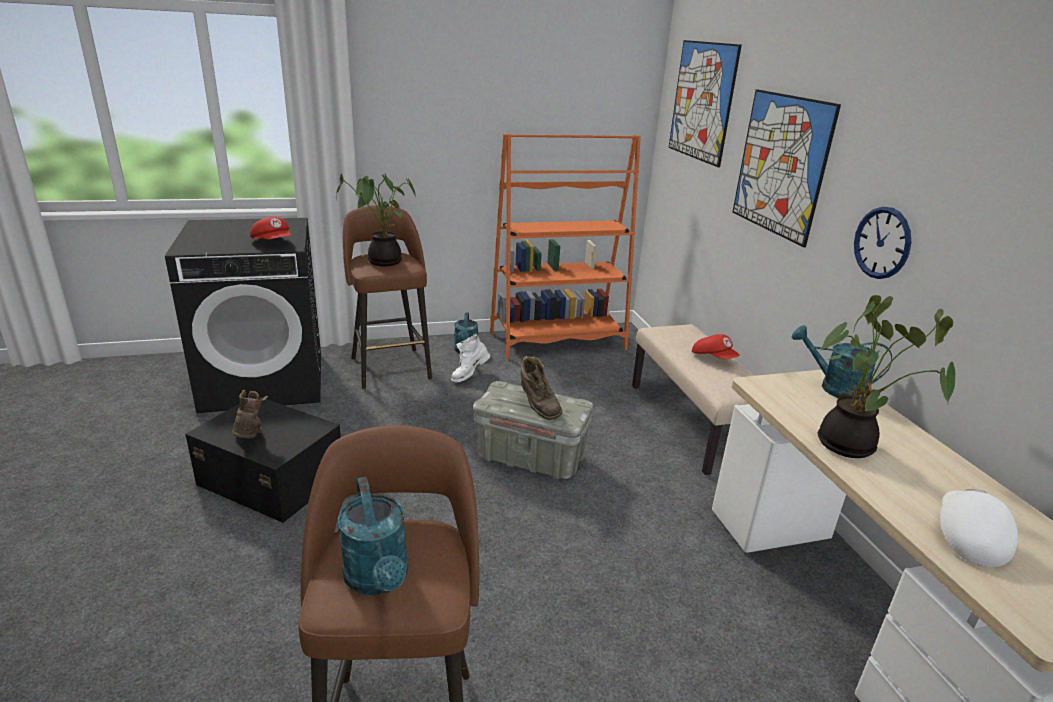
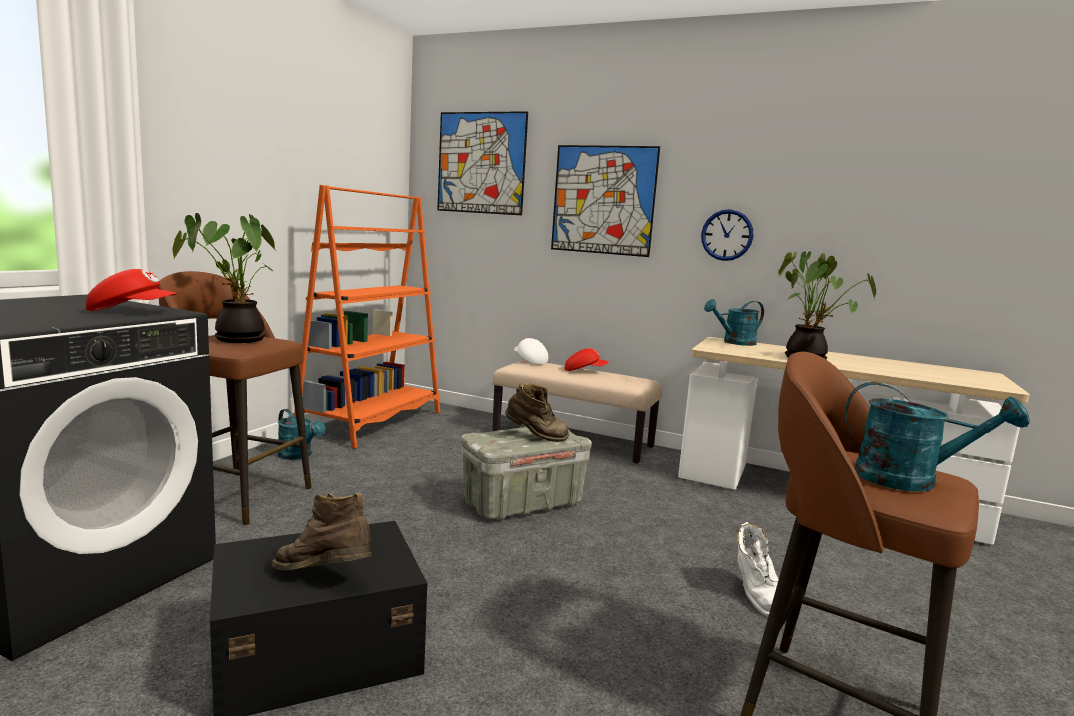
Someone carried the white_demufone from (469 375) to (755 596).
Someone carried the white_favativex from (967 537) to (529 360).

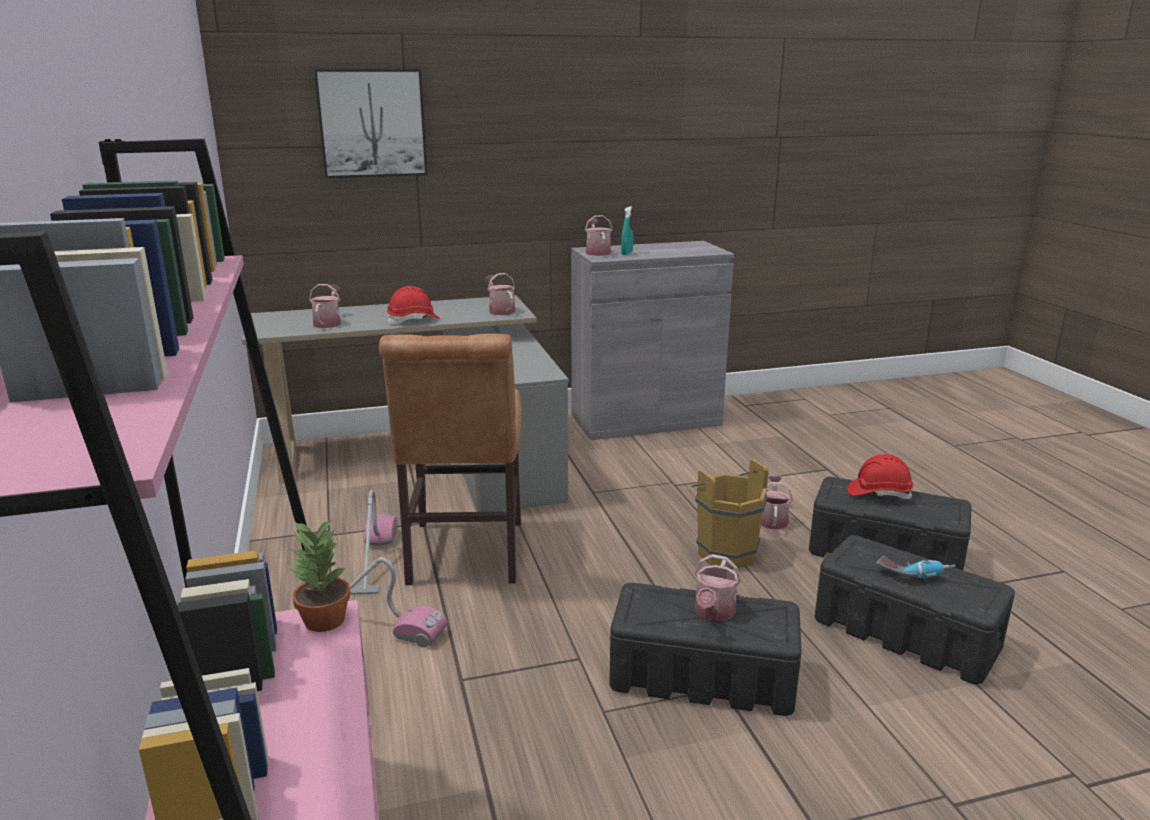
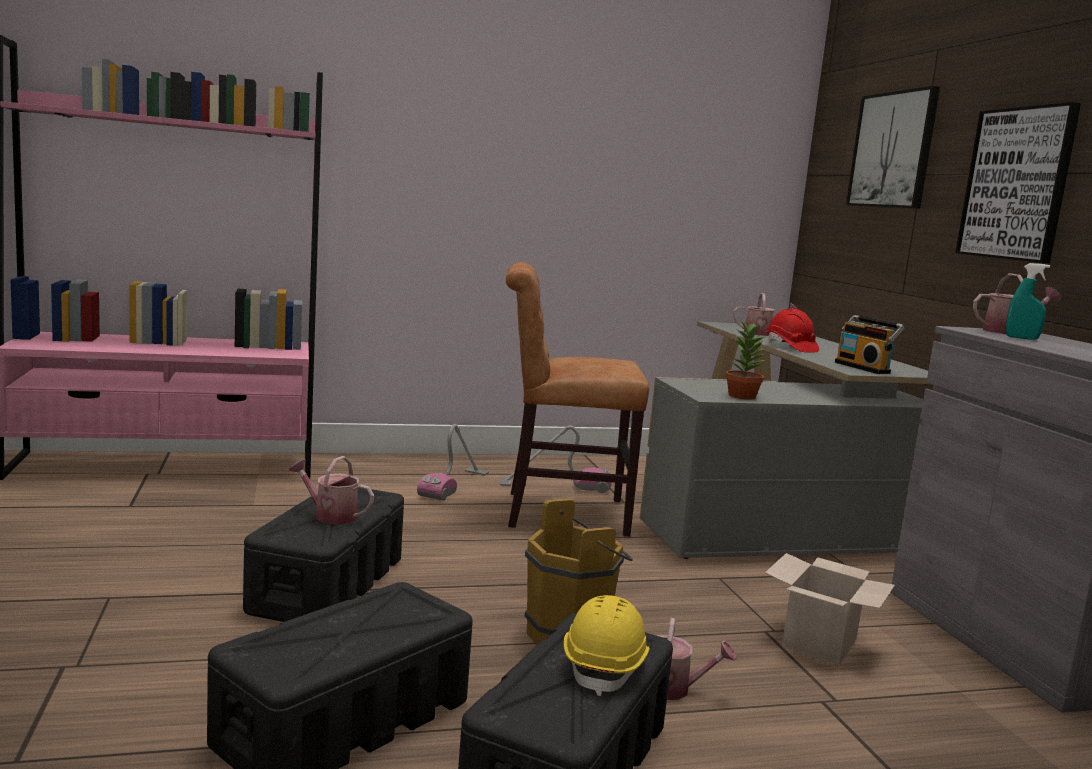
Someone carried the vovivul from (323 620) to (741 396).
Someone swapped the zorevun at (500 310) for the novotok at (864 368).
Someone repainted the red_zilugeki at (879 493), which became the yellow_zilugeki at (605 666).
Someone took away the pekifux at (914 573).
Someone put down the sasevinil at (820 644).
Someone put up the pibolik at (1017 184).

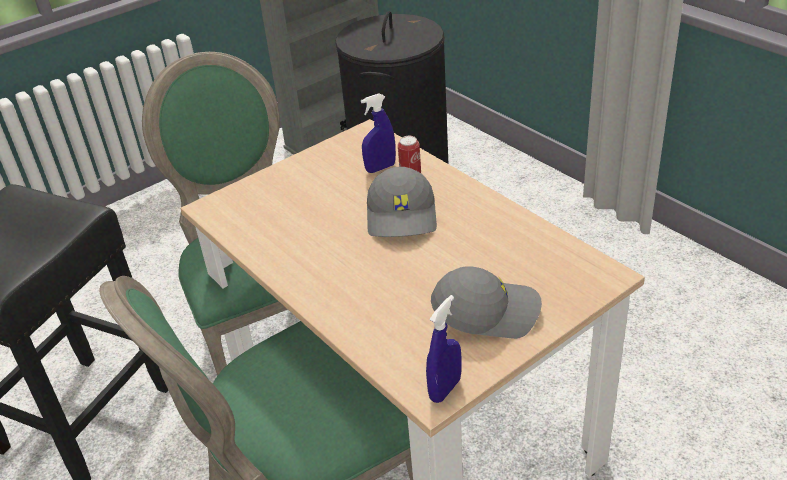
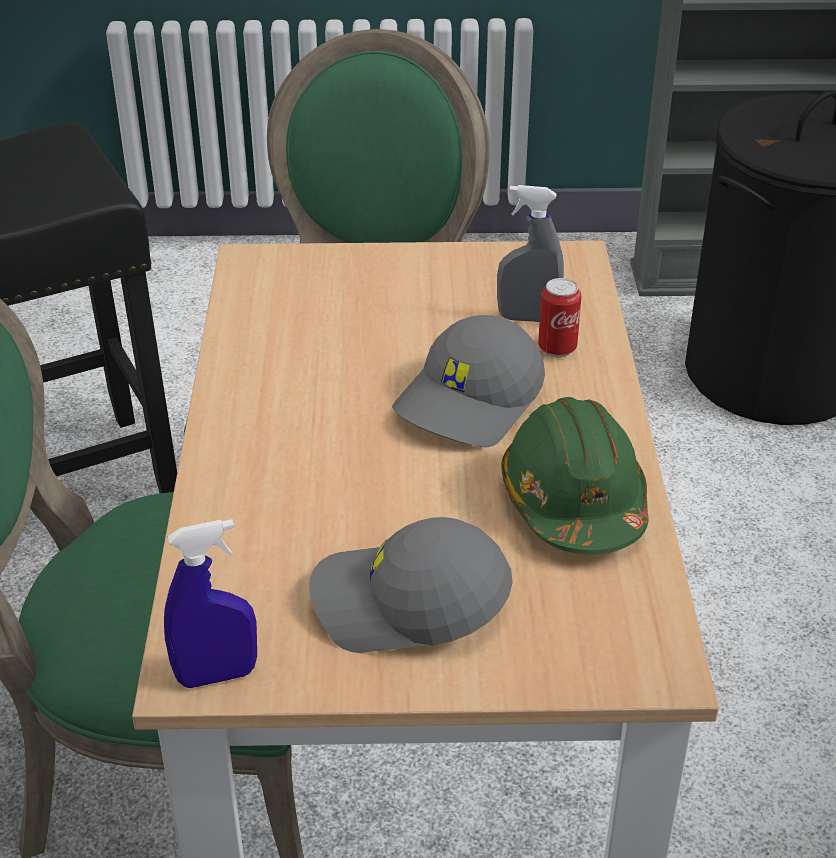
Someone repainted the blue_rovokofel at (380 168), which became the grey_rovokofel at (527 318).
Someone rotated the grey_favativex at (486 311) by 150 degrees clockwise.
Someone put down the green_zilugeki at (573 501).

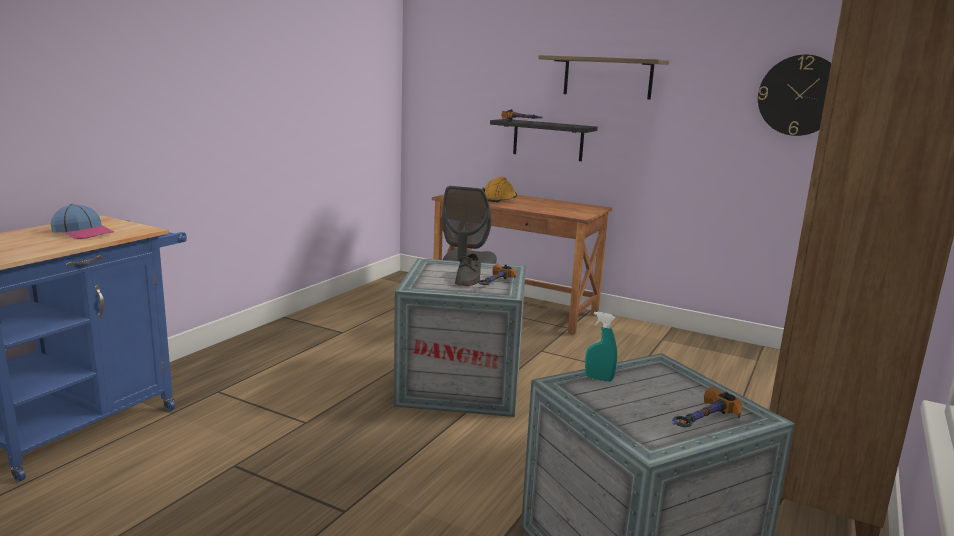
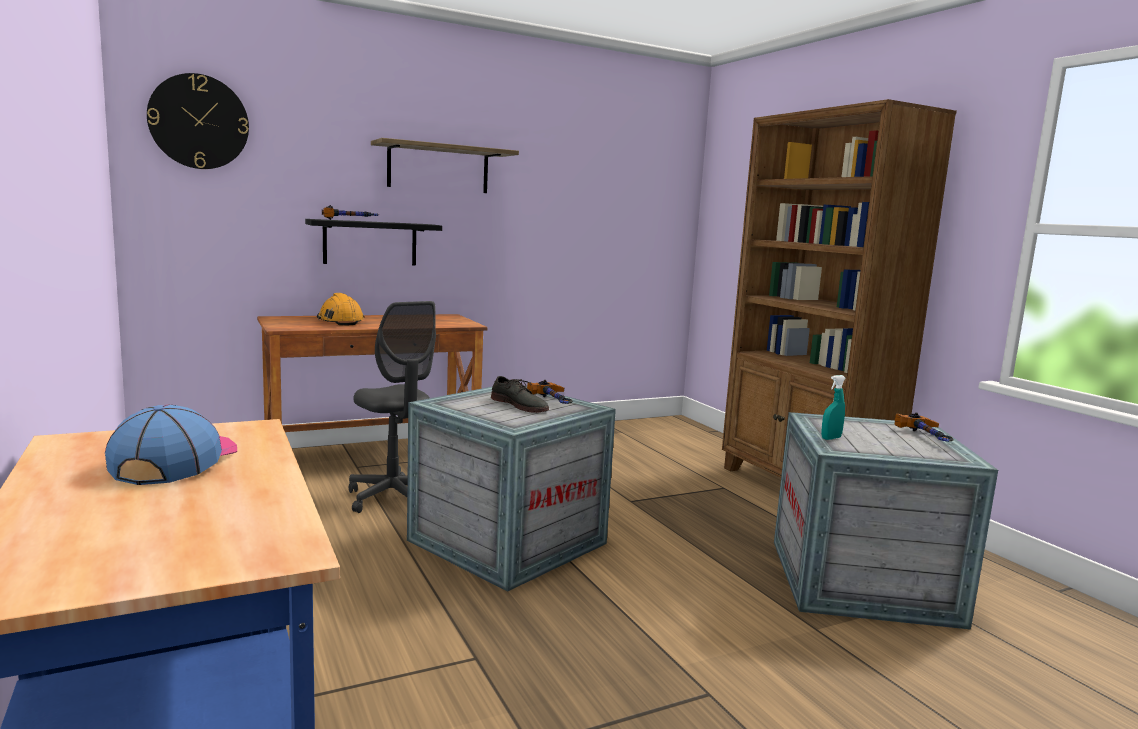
Someone rotated the favativex at (83 232) by 60 degrees counterclockwise.
Someone carried the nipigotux from (800 95) to (199 122).

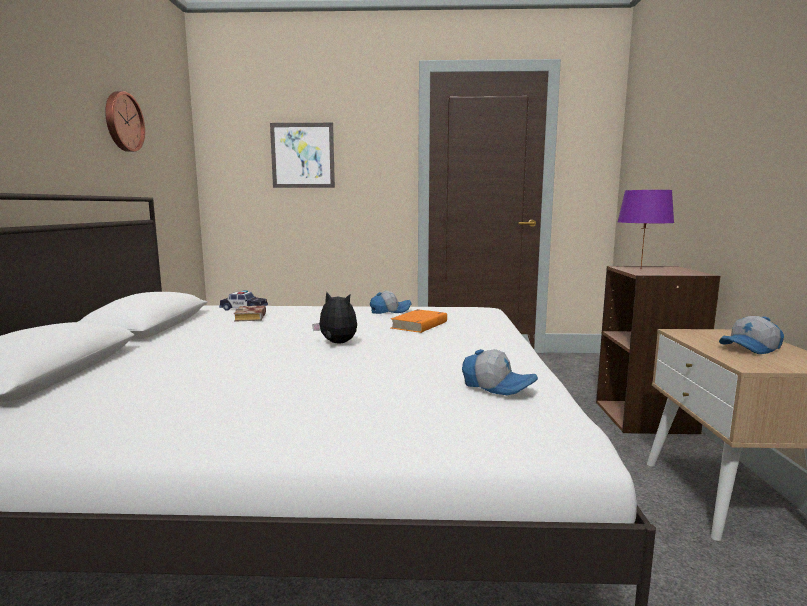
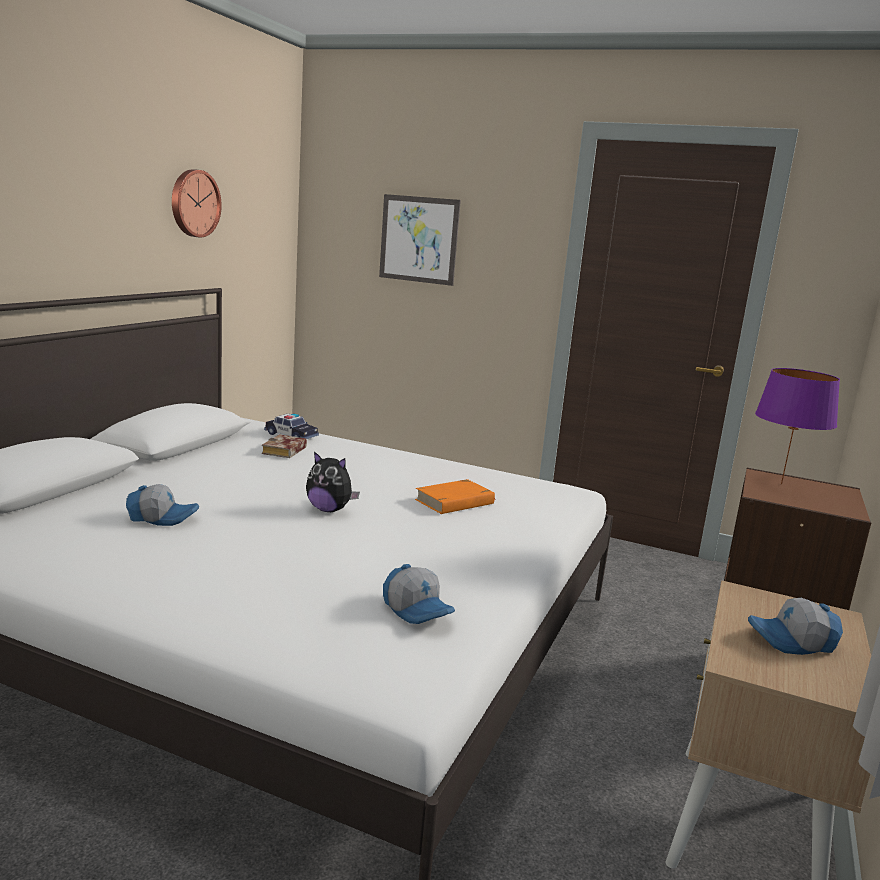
Someone rotated the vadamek at (336 343) by 150 degrees clockwise.
Someone carried the favativex from (390 311) to (162 517).

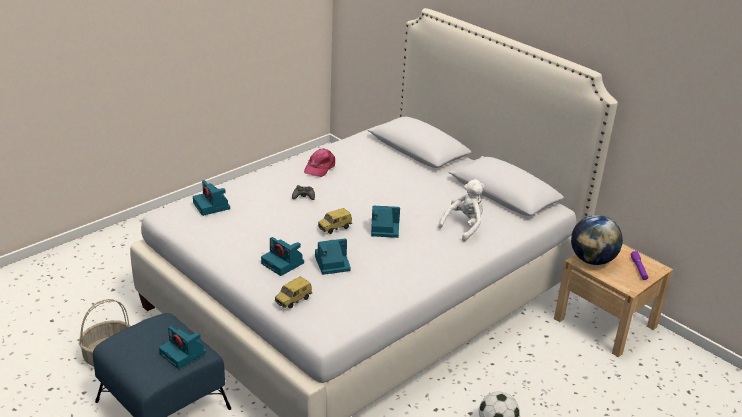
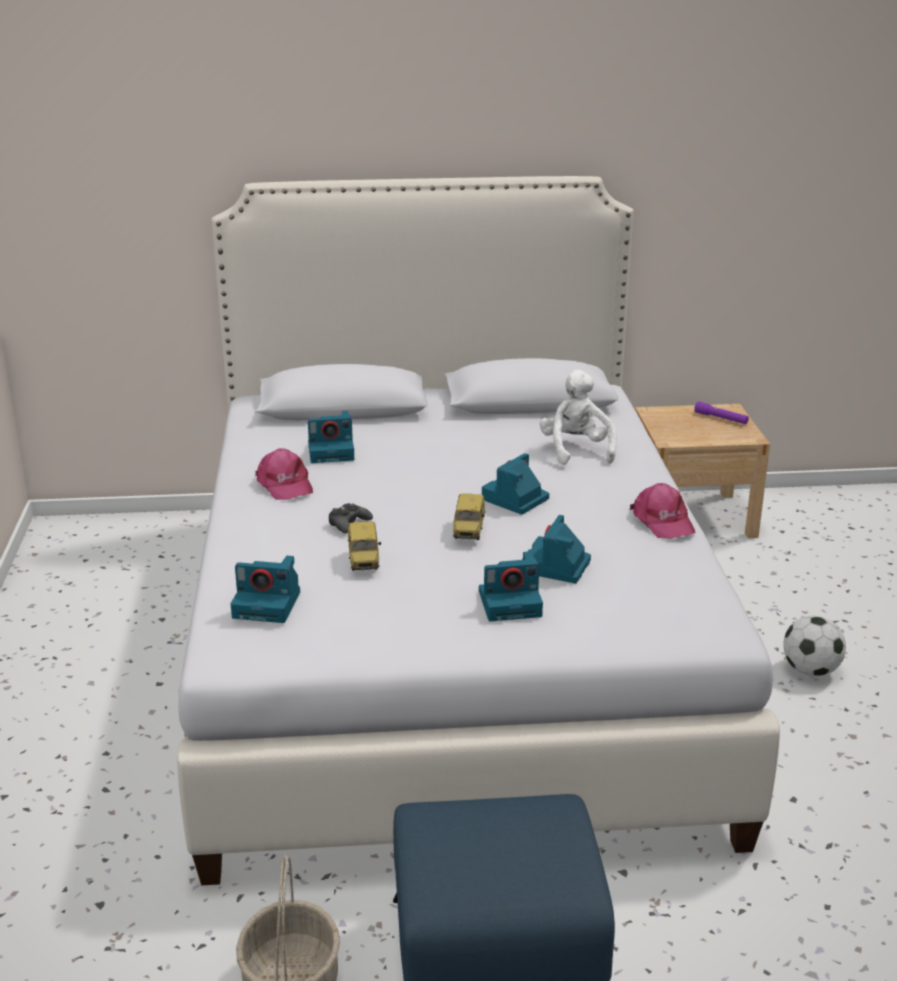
Someone carried the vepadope from (184 354) to (332 451).
Someone carried the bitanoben from (293 301) to (365 561).
Someone took away the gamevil at (592 260).
Someone put down the pink_favativex at (662 521).

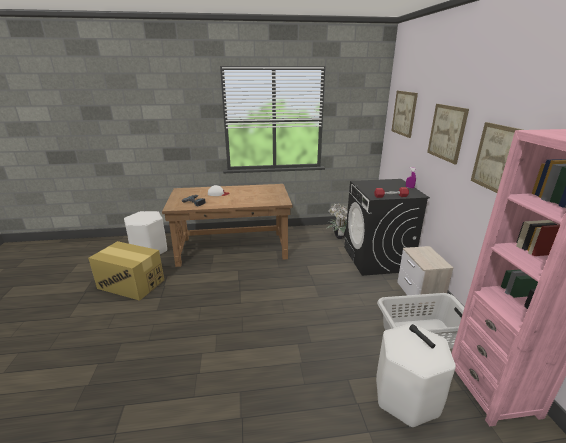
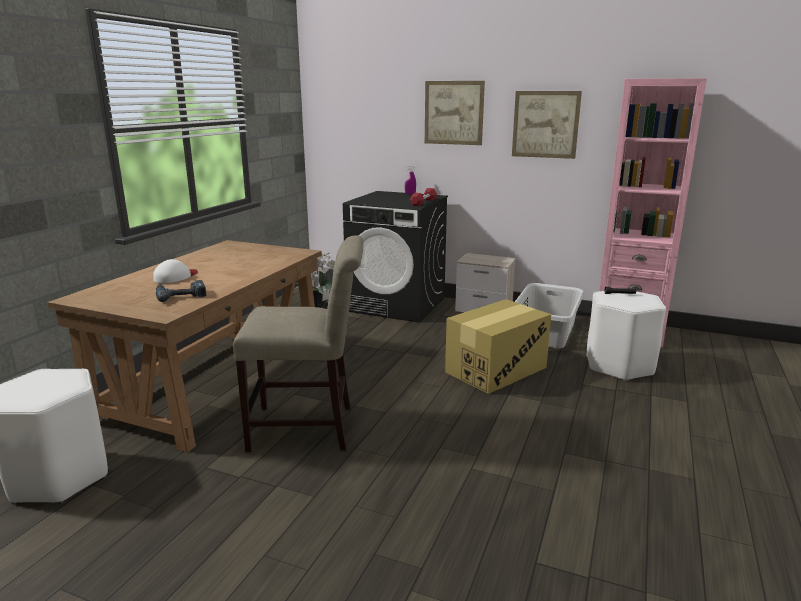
Someone carried the sasevinil from (131 284) to (496 369).
Someone took away the pibolik at (404 113).
Someone put down the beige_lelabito at (308 428).

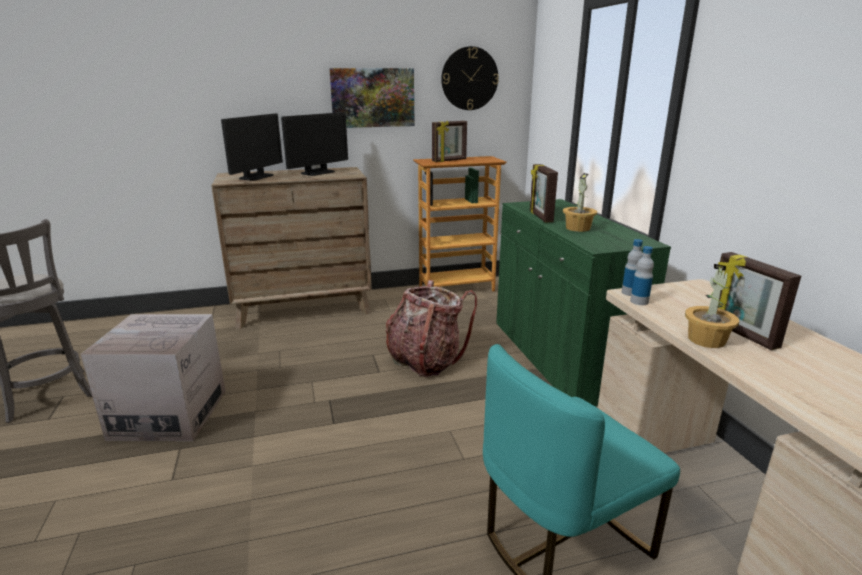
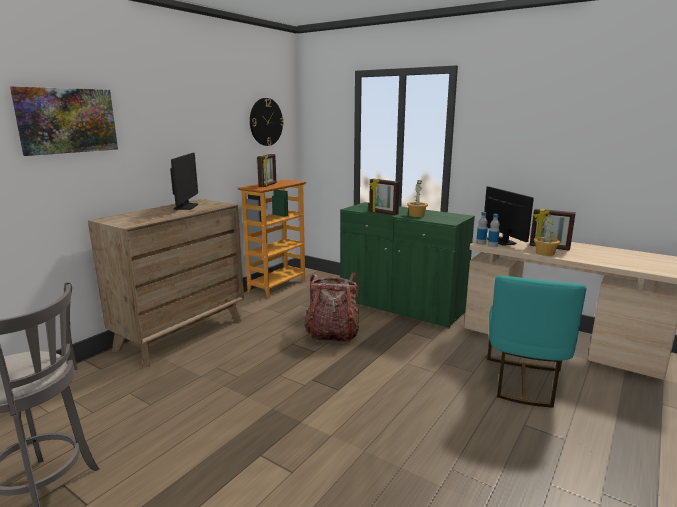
Someone took away the sasevinil at (169 414).
Someone carried the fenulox from (256 177) to (501 241).
Someone carried the pibolik from (372 98) to (67 120).

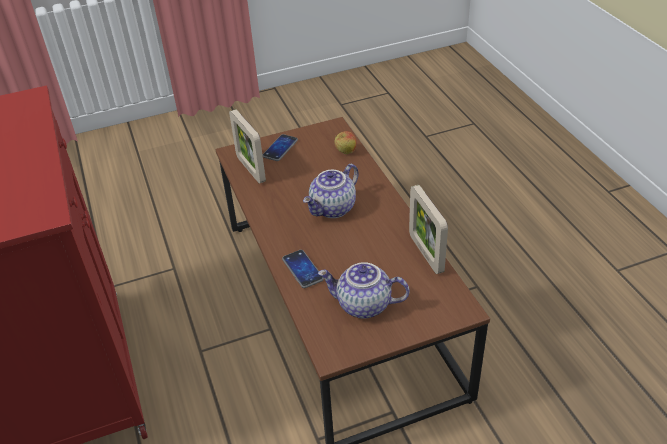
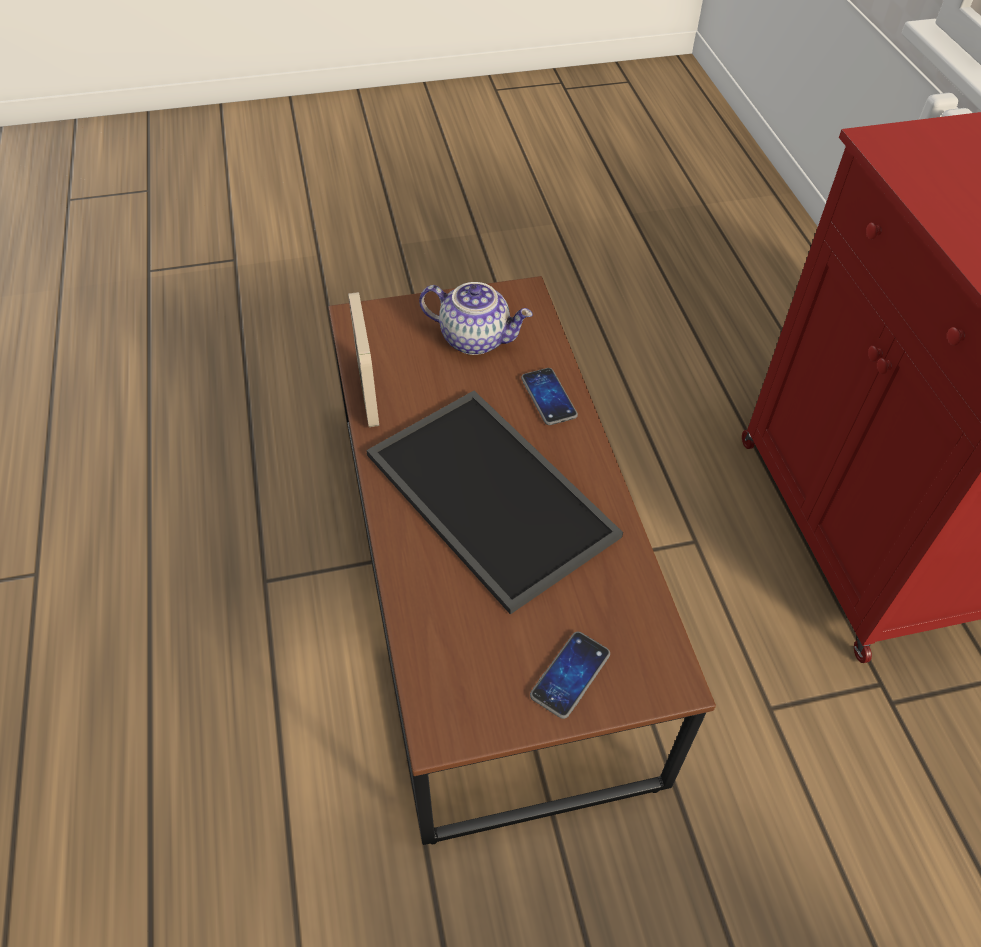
Someone took away the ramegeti at (251 169).
Someone swapped the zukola at (333 209) for the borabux at (485 495).
Someone took away the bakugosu at (345 152).

